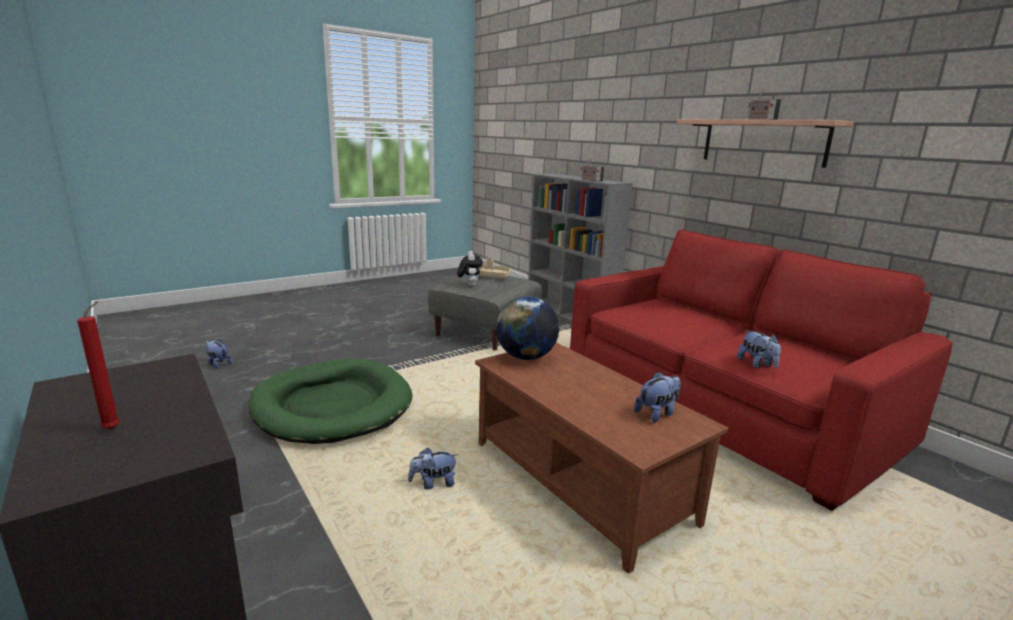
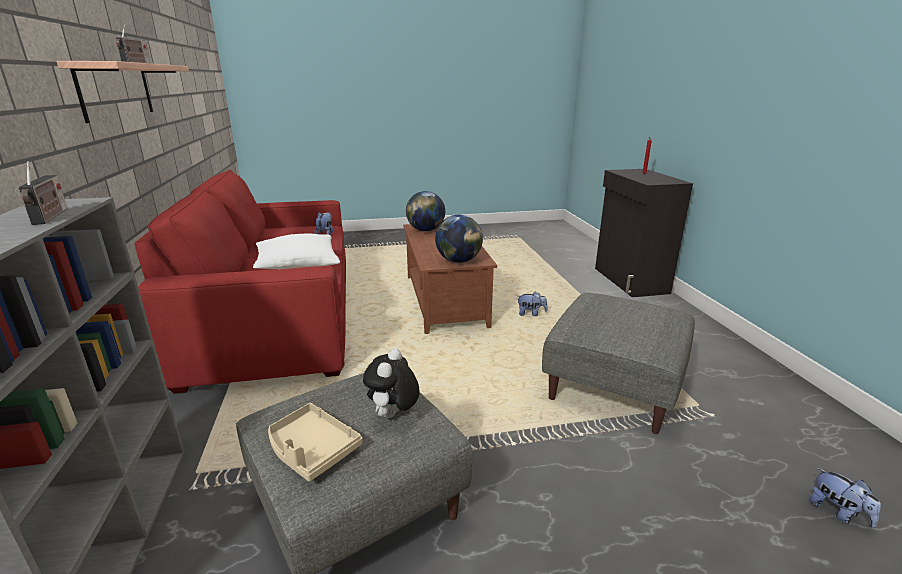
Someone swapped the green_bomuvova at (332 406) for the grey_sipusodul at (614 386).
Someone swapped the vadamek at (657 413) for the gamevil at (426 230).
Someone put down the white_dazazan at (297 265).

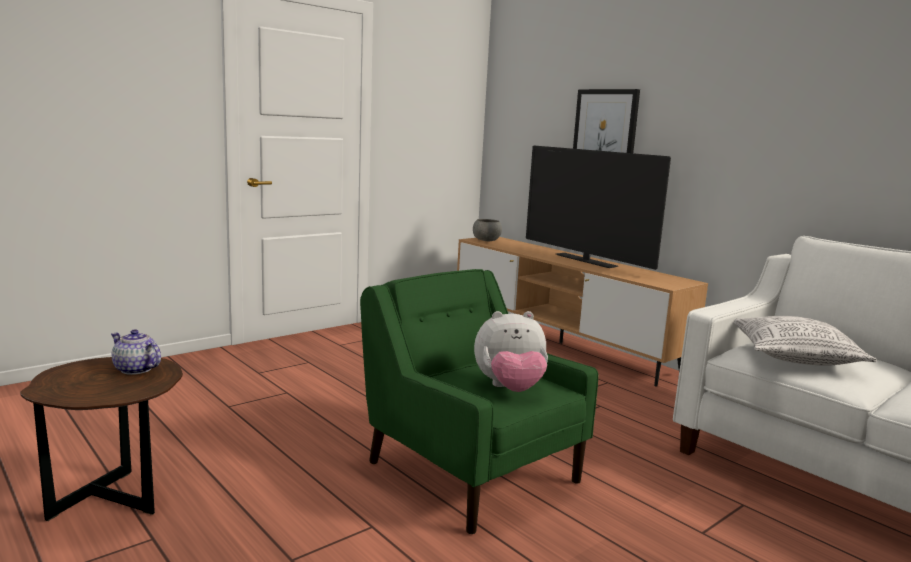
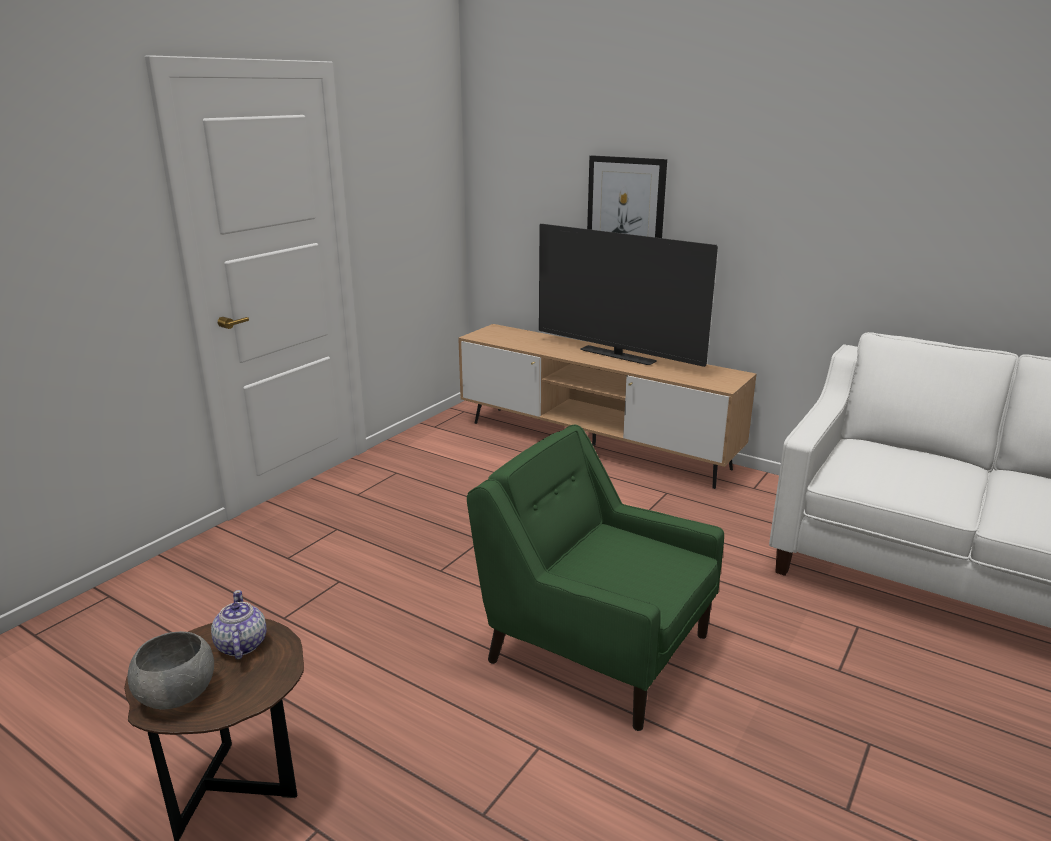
Someone rotated the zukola at (136 369) by 60 degrees clockwise.
Someone carried the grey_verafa from (486 240) to (176 694).
Someone took away the vadamek at (510 389).
Someone took away the dazazan at (794 357).

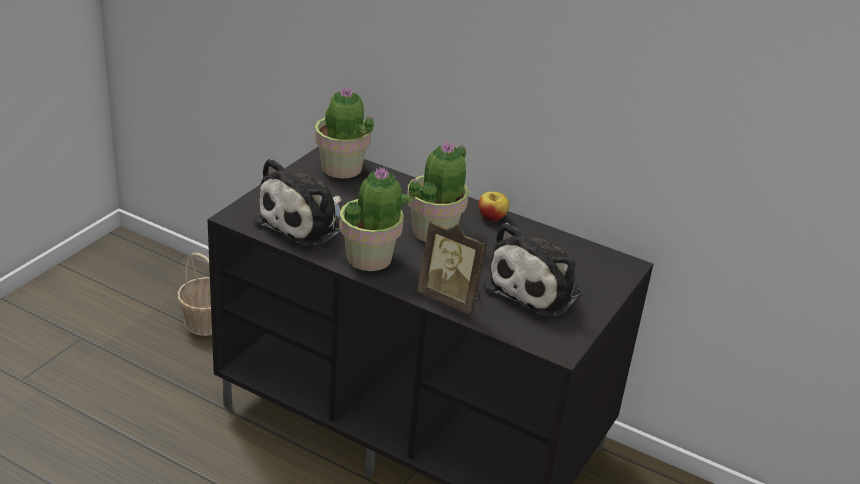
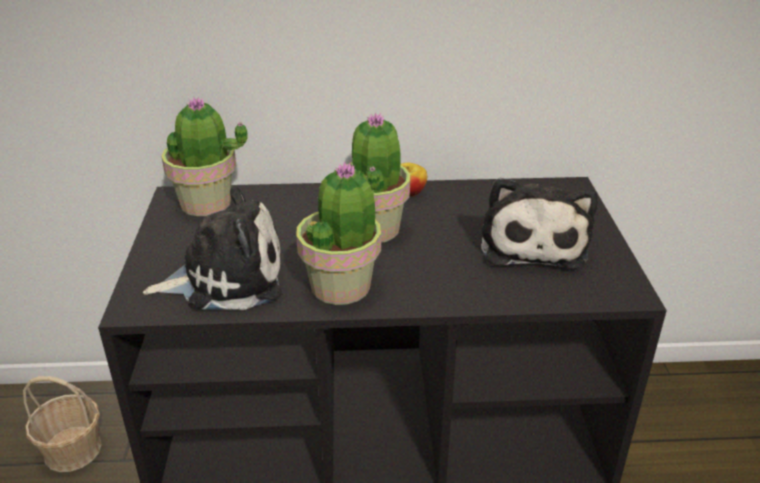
Someone rotated the vadamek at (305 222) by 105 degrees counterclockwise.
Someone took away the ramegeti at (451 299).

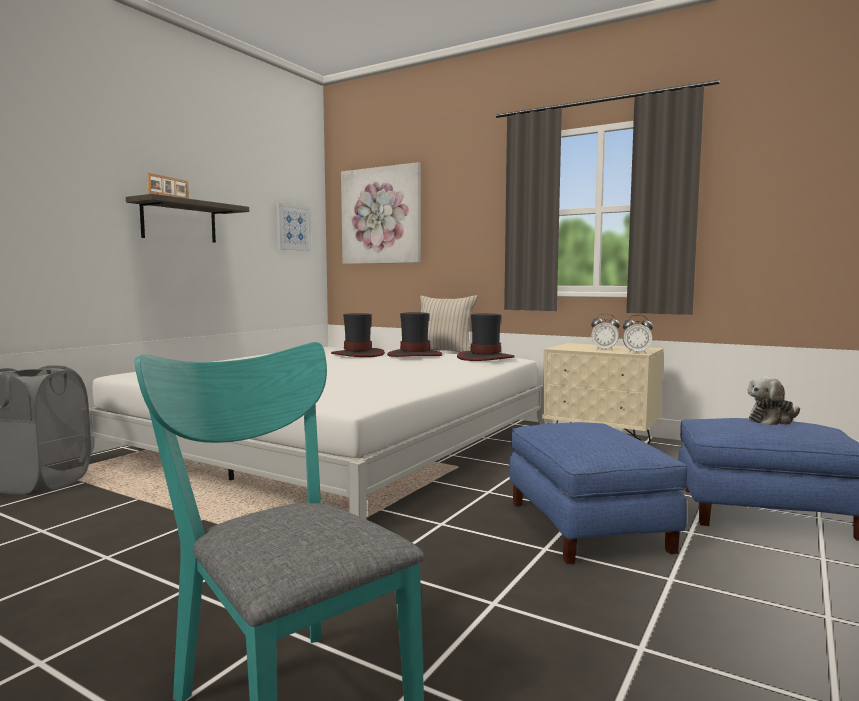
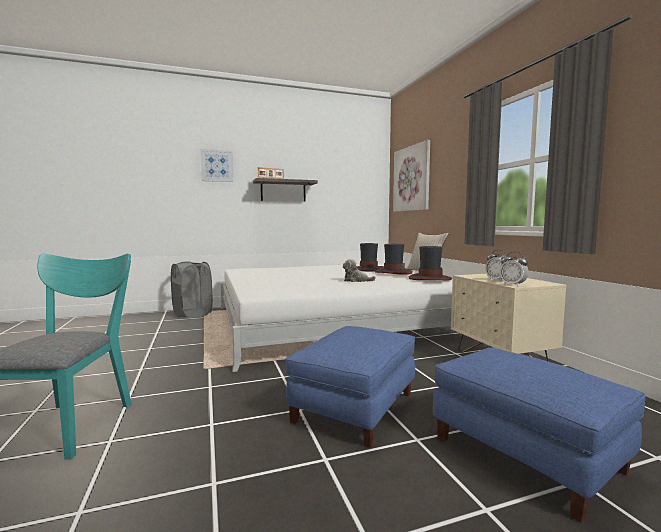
Someone carried the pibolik from (293 227) to (217 166).
Someone carried the vadamek from (772 420) to (356 280).

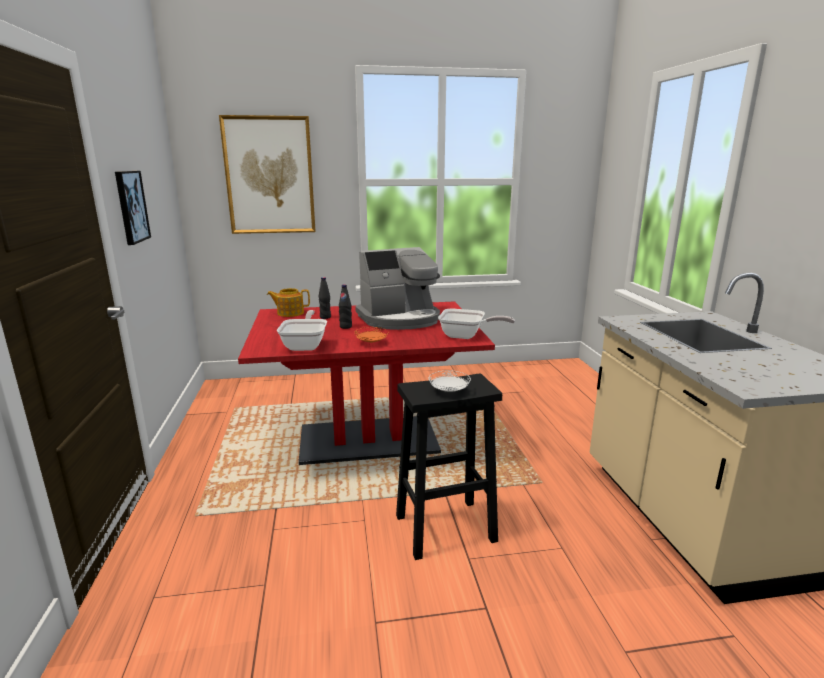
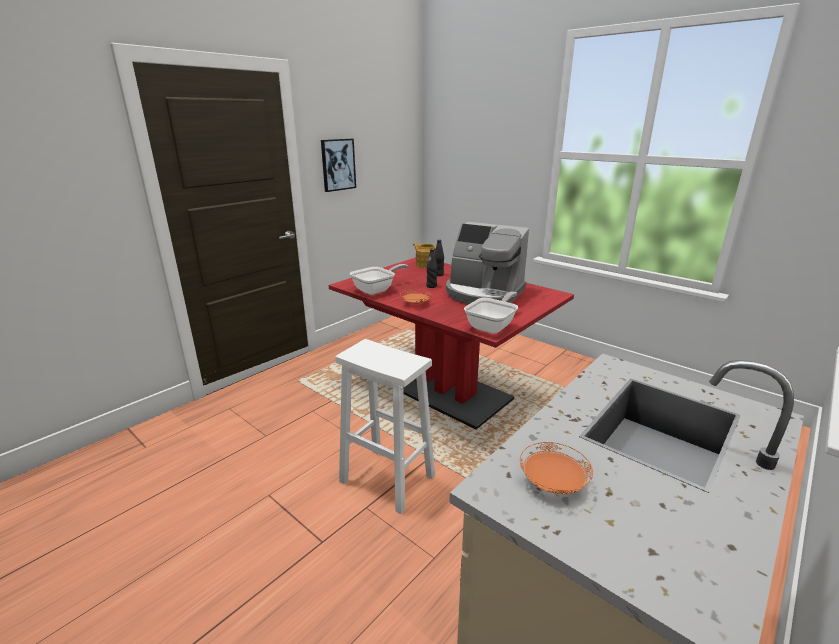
Someone took away the pibolik at (269 176).
Someone repainted the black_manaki at (443 529), which became the white_manaki at (386 478).
Someone took away the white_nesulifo at (449 391).
Someone rotated the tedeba at (466 336) by 120 degrees counterclockwise.
Someone put down the orange_nesulifo at (553 483).

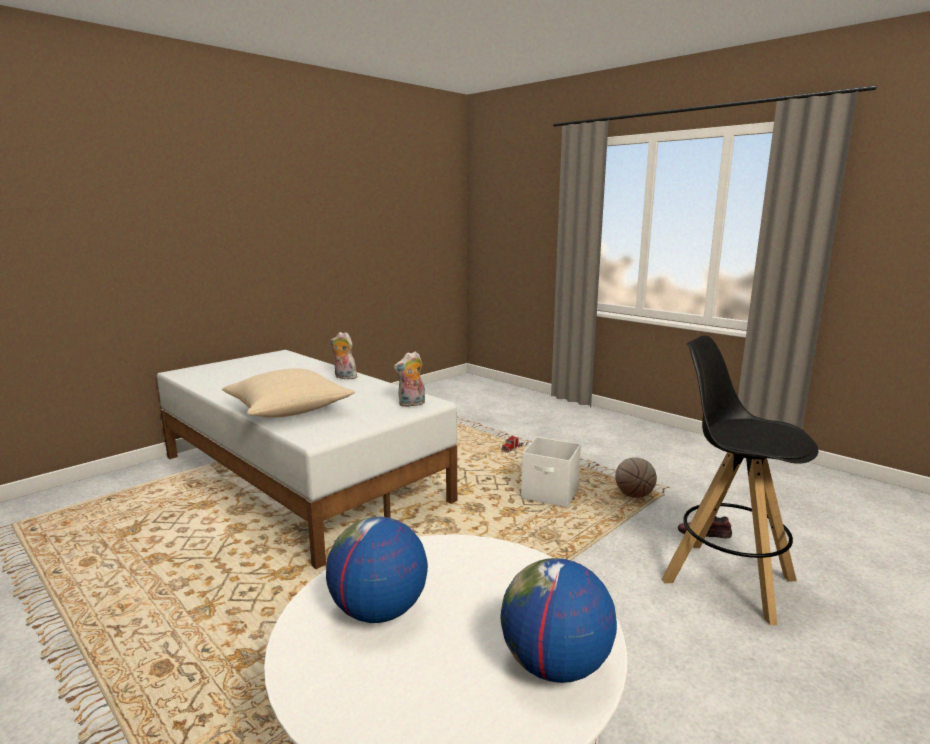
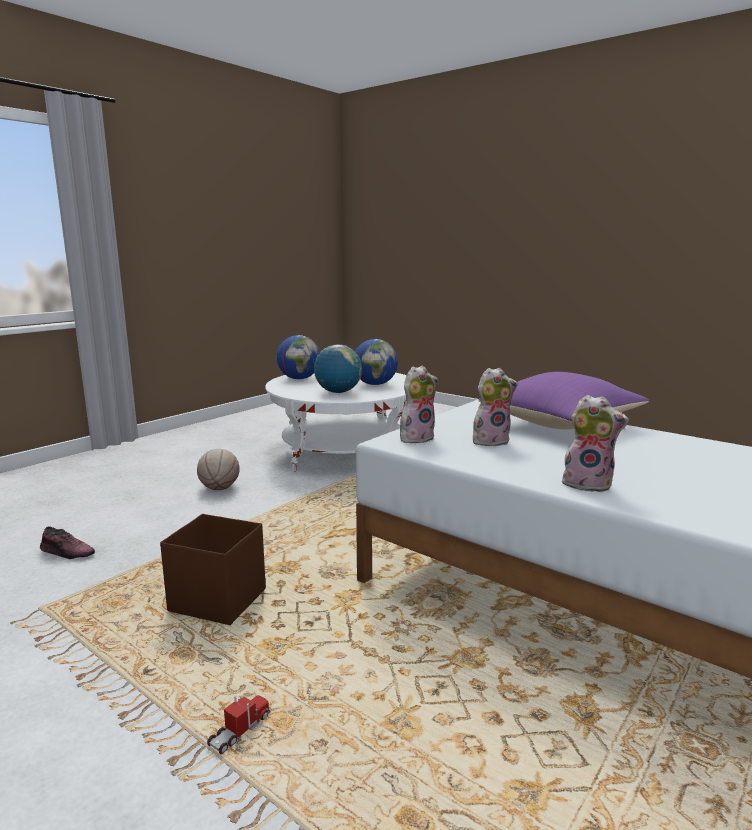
Someone repainted the beige_dazazan at (289 411), which became the purple_dazazan at (561 426).
Someone repainted the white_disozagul at (550 494), which became the brown_disozagul at (217 600).
Someone carried the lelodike from (634 495) to (219 488).
Someone took away the black_manaki at (726 579).
Someone put down the gamevil at (338 392).
Someone put down the vadamek at (491 441).

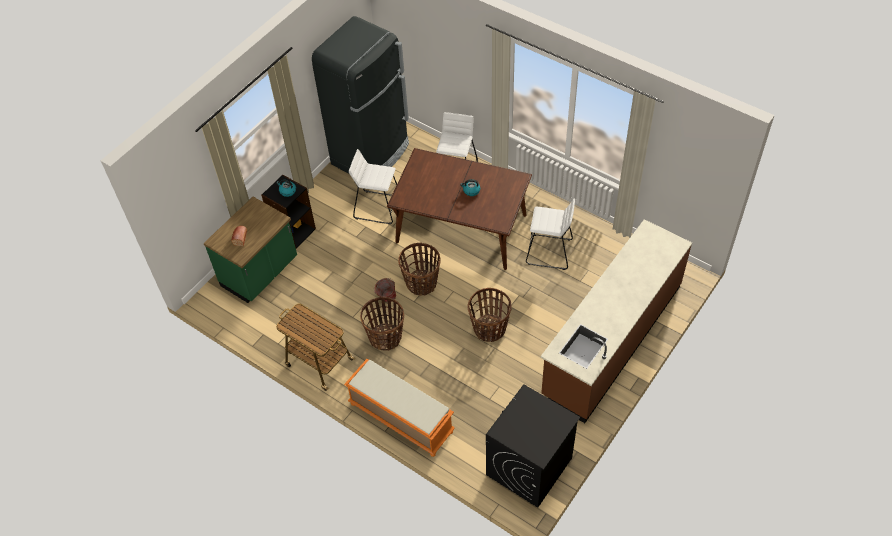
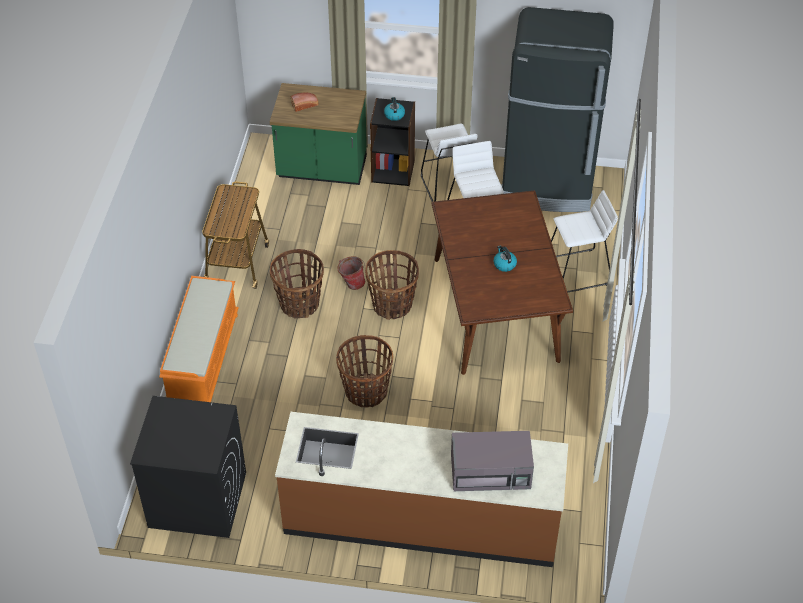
Someone carried the white_manaki from (549 252) to (448 186).
Someone put down the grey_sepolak at (491 471).

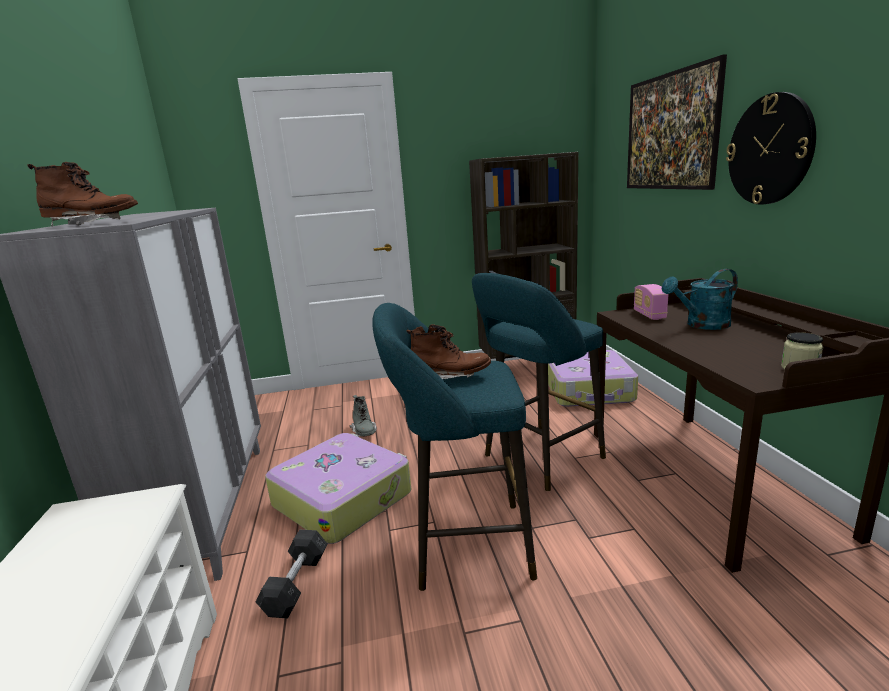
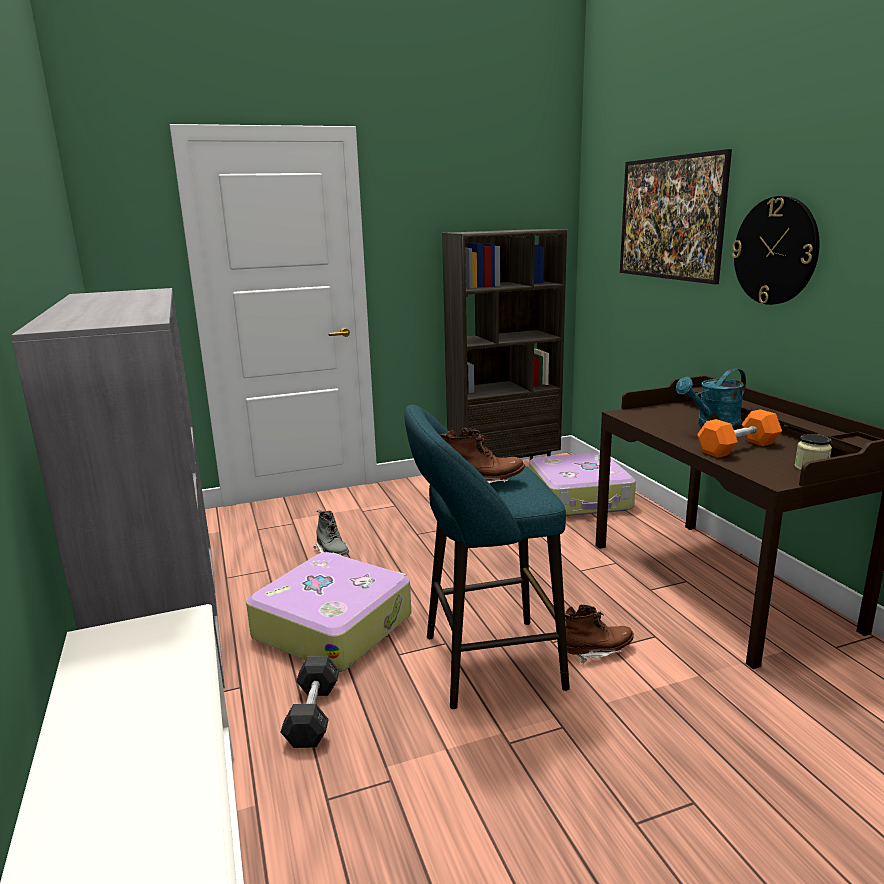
Someone carried the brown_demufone from (93 224) to (596 651).
Someone took away the turquoise_manaki at (539 459).
Someone took away the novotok at (649 315).
Someone put down the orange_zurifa at (737 448).

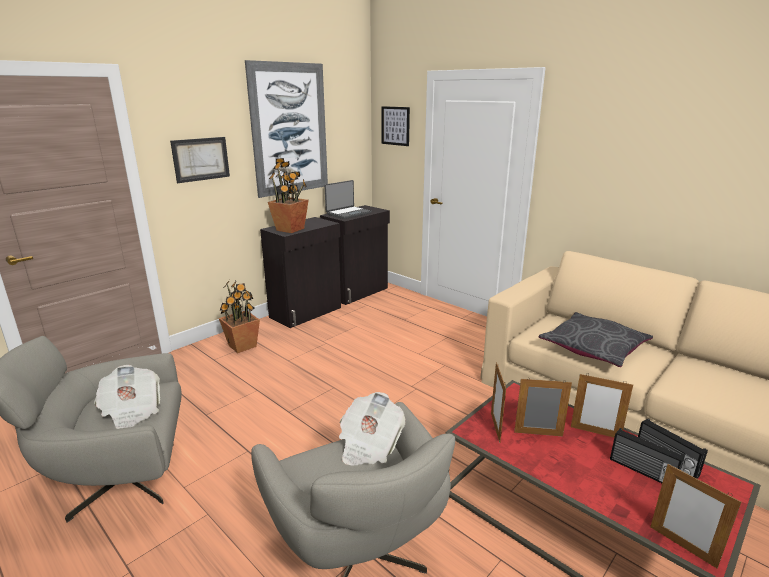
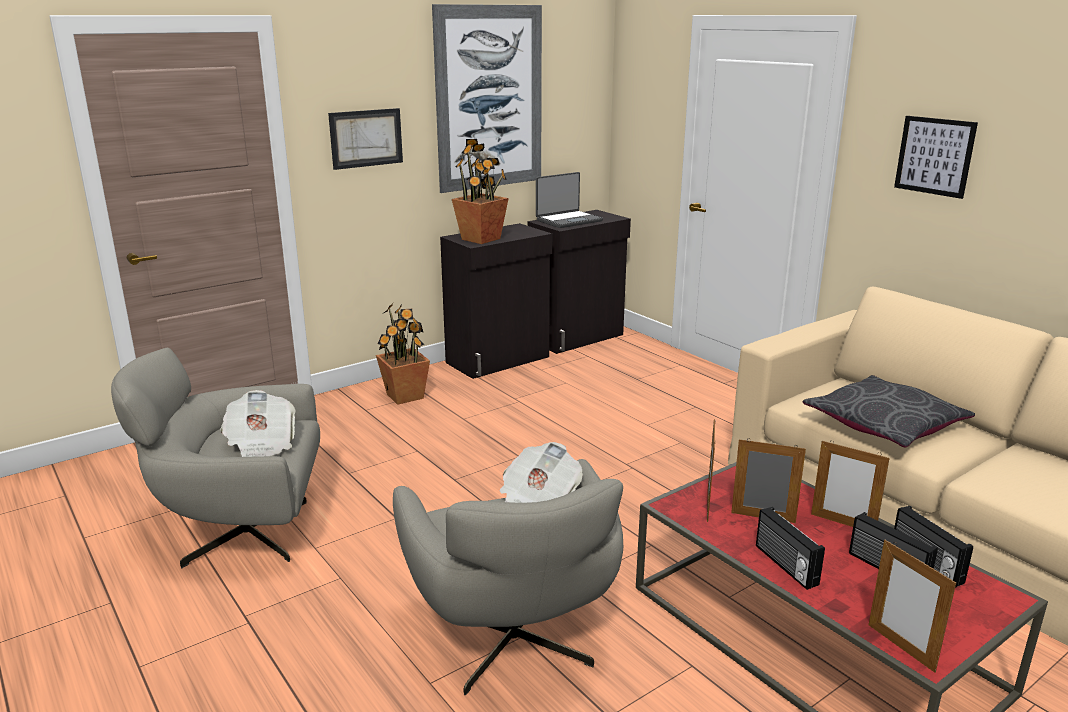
Someone carried the pibolik from (395 126) to (934 156).
Someone put down the novotok at (784 565).

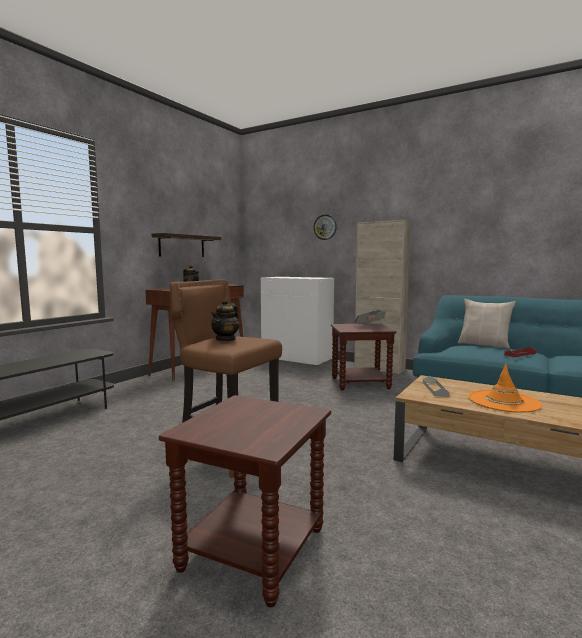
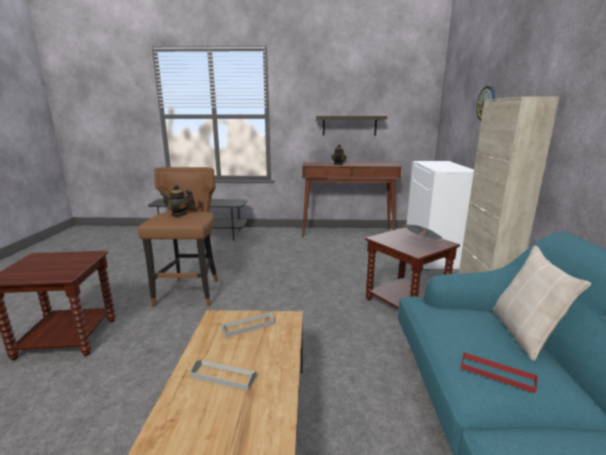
Someone swapped the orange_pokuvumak at (504 401) for the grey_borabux at (223 376).

